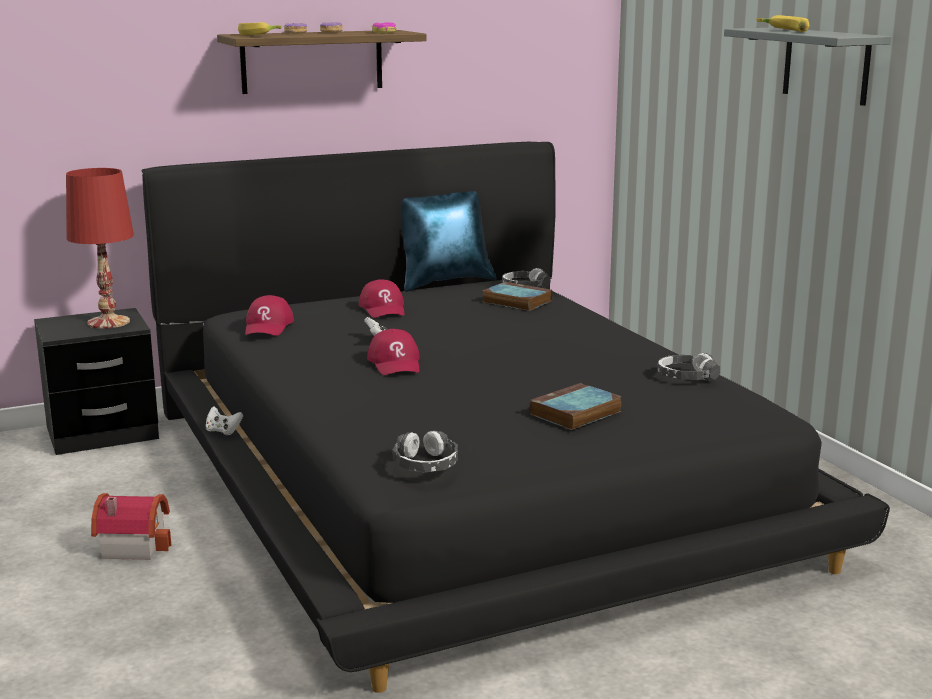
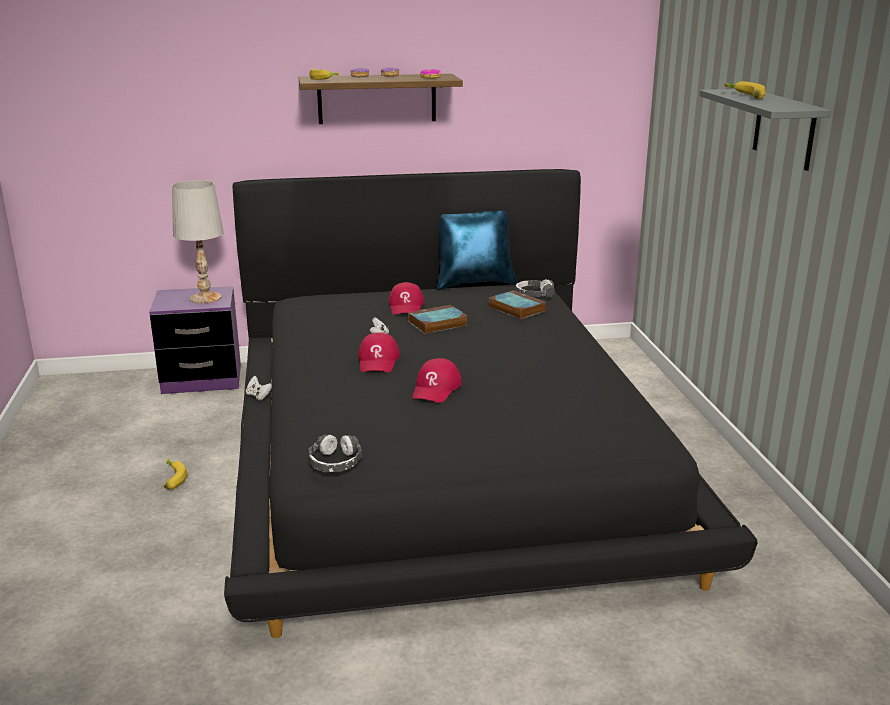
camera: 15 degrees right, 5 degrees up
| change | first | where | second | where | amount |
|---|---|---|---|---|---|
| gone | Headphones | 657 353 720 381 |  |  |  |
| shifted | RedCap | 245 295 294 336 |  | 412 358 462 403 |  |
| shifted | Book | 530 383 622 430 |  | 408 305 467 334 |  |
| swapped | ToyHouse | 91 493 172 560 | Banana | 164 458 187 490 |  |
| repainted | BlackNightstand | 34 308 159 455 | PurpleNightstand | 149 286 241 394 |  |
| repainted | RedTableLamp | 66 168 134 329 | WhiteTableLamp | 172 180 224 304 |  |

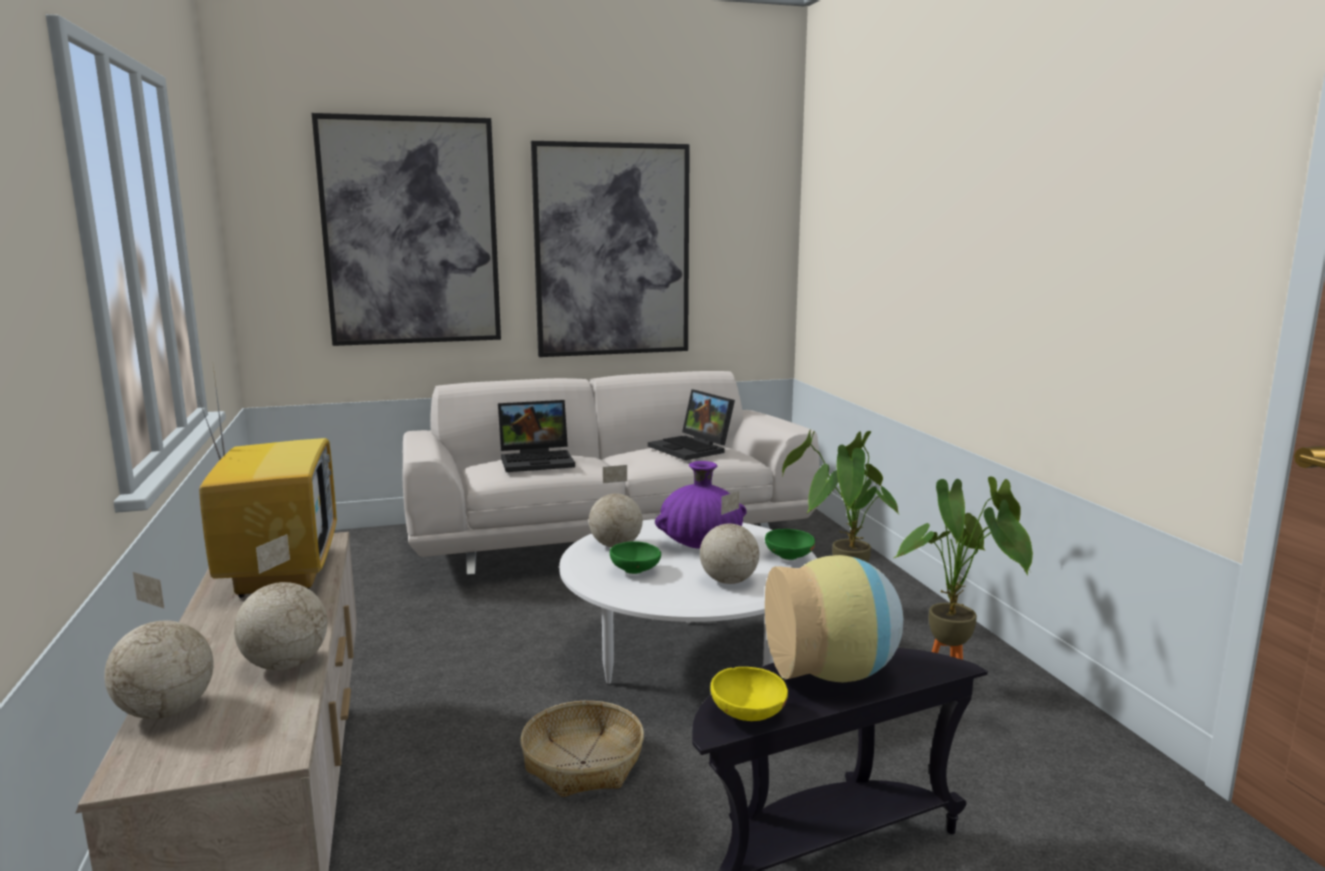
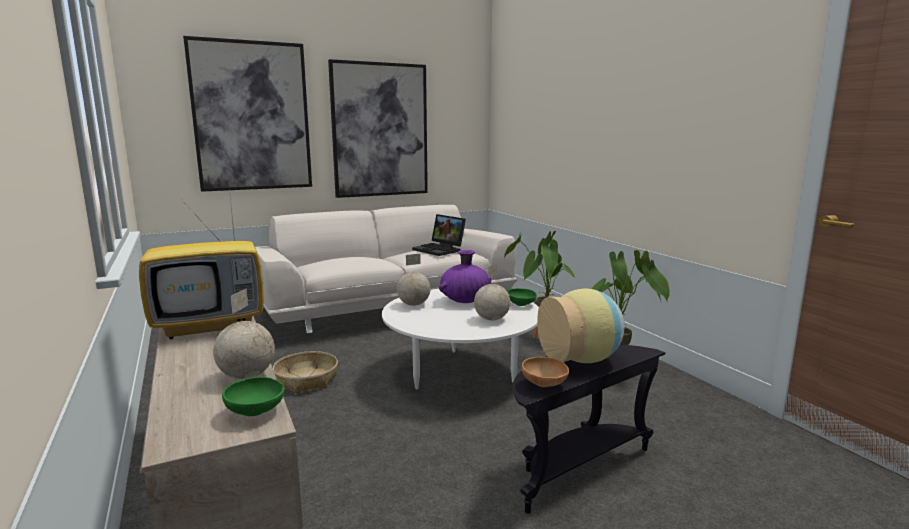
camera: 10 degrees left, 0 degrees up
| change | first | where | second | where | amount |
|---|---|---|---|---|---|
| gone | Globe | 104 572 213 719 |  |  |  |
| gone | Laptop | 498 400 575 472 |  |  |  |
| shifted | Basket | 520 701 644 797 |  | 273 351 338 393 |  |
| shifted | GreenBowl | 610 541 661 574 |  | 222 377 285 416 |  |
| repainted | YellowBowl | 710 667 788 721 | BrownBowl | 522 357 569 387 |  |
| rotated | Television | 198 367 337 598 |  | 139 188 264 339 | 90 degrees clockwise |

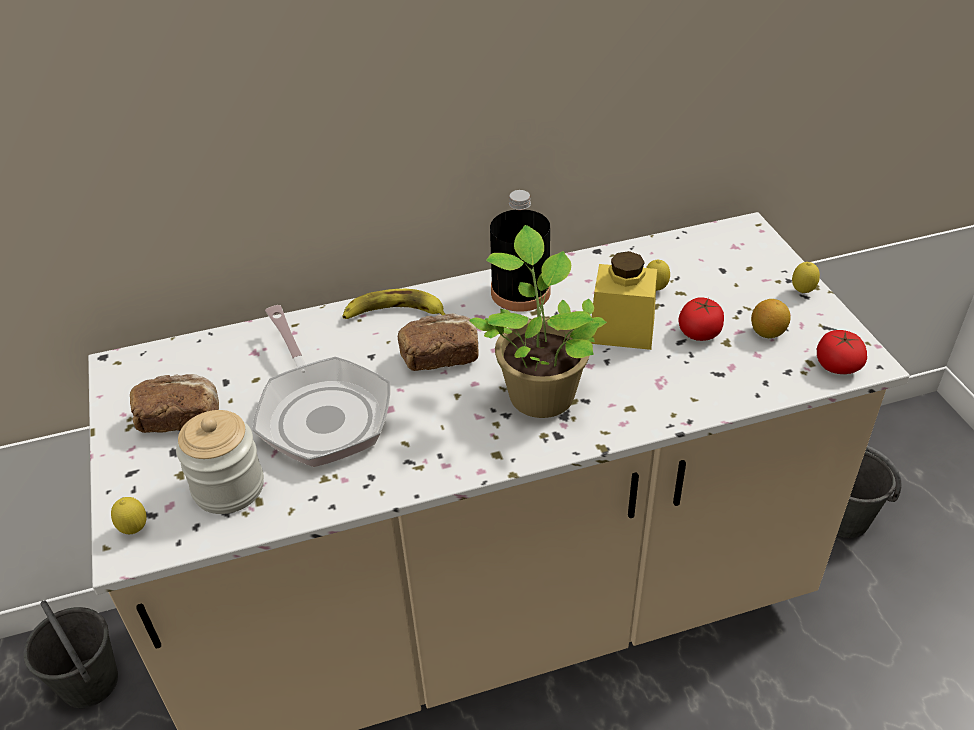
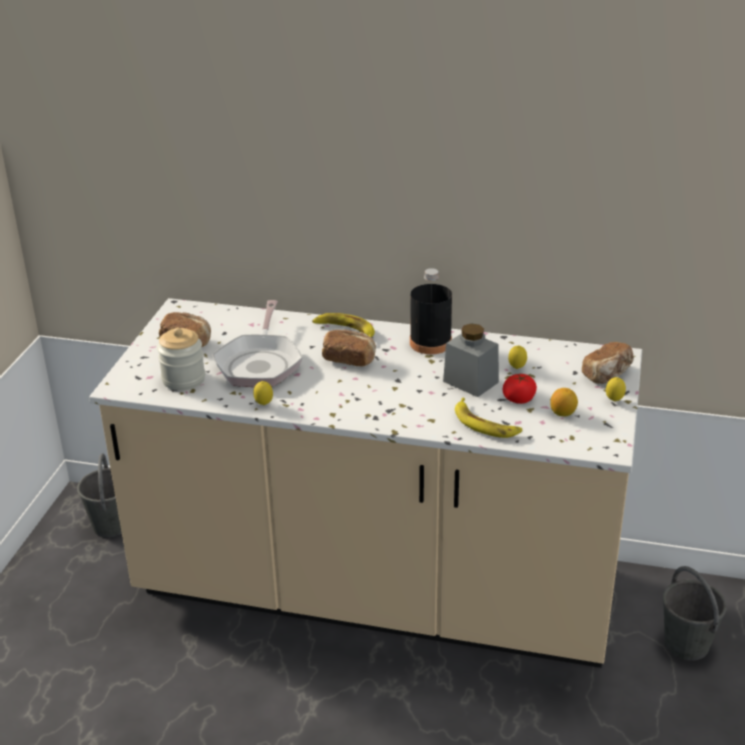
camera: 30 degrees right, 10 degrees down
| change | first | where | second | where | amount |
|---|---|---|---|---|---|
| gone | PottedPlant | 469 225 607 418 |  |  |  |
| gone | Tomato | 817 330 867 374 |  |  |  |
| new |  |  | Banana | 455 398 523 438 |  |
| new |  |  | Bread | 582 342 634 384 |  |
| shifted | Lemon | 111 497 147 534 |  | 253 381 273 405 |  |
| repainted | YellowJar | 591 251 657 350 | GreyJar | 443 323 499 397 |  |

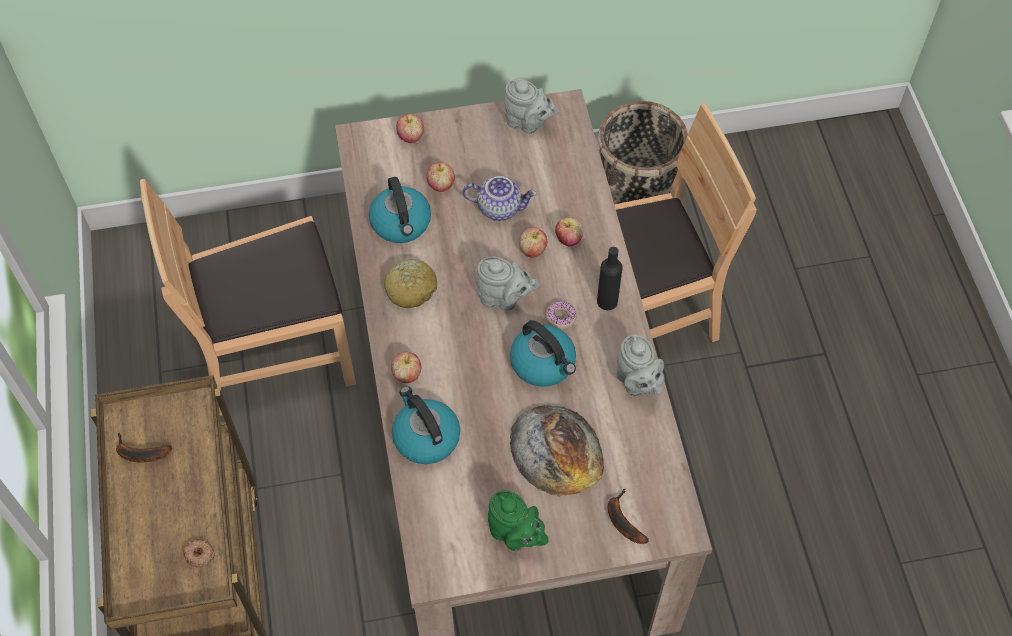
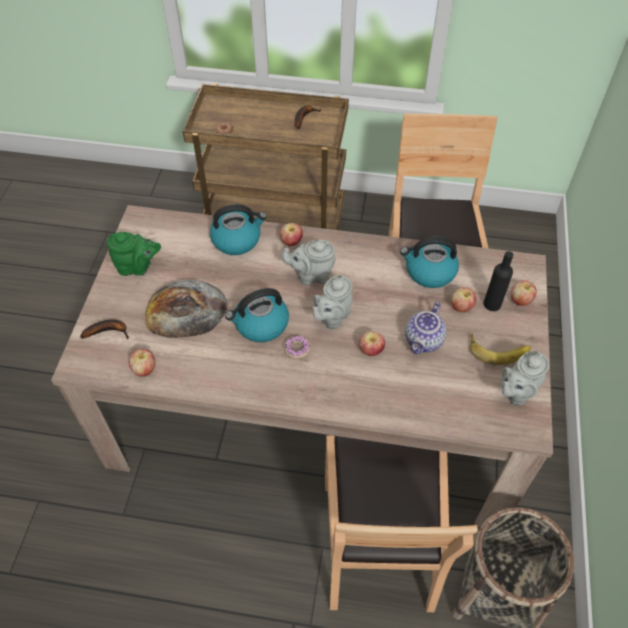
camera: 110 degrees right, 5 degrees down
| change | first | where | second | where | amount |
|---|---|---|---|---|---|
| gone | Bread | 384 259 437 308 |  |  |  |
| new |  |  | Banana | 470 333 530 365 |  |
| shifted | Apple | 555 217 584 246 |  | 128 349 155 377 |  |
| shifted | BlackBottle | 597 247 623 310 |  | 483 251 513 311 |  |
| shifted | GreyTeapot | 616 335 664 396 |  | 282 240 336 285 |  |
| rotated | GreenTeapot | 488 490 549 551 |  | 107 232 161 276 | 150 degrees counterclockwise |

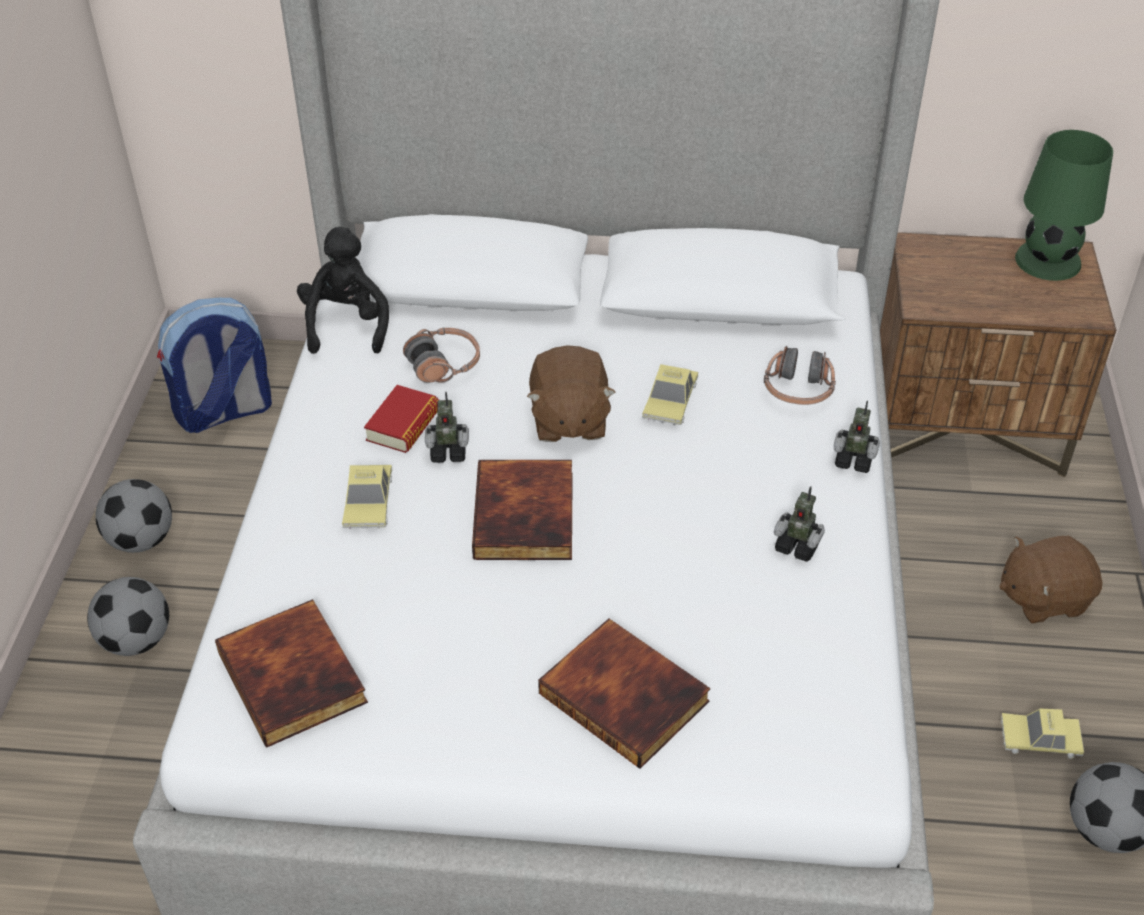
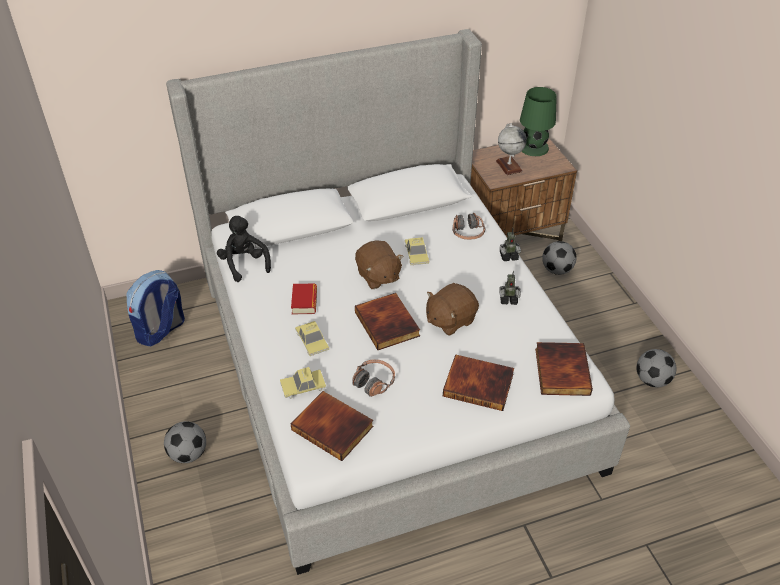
camera: 25 degrees left, 0 degrees up
| change | first | where | second | where | amount |
|---|---|---|---|---|---|
| gone | ToyRobot | 425 392 469 463 |  |  |  |
| new |  |  | Globe | 496 123 527 175 |  |
| new |  |  | Book | 535 342 593 396 |  |
| shifted | Football | 96 479 172 553 |  | 542 241 577 275 |  |
| shifted | Headphones | 403 327 480 383 |  | 352 359 395 397 |  |
| shifted | BrownPlushToy | 999 536 1102 624 |  | 426 283 479 336 |  |
| shifted | ToyCar | 1001 708 1084 759 |  | 280 367 326 399 |  |

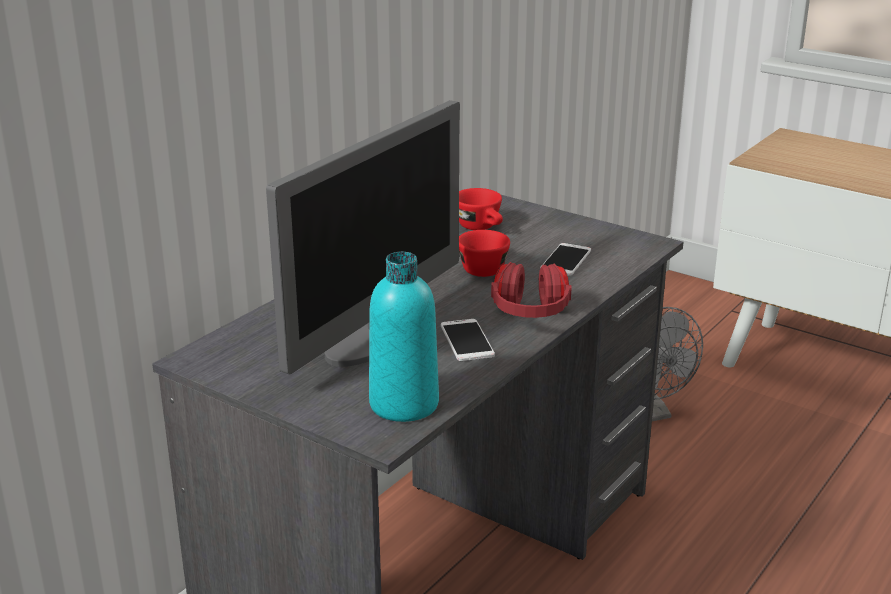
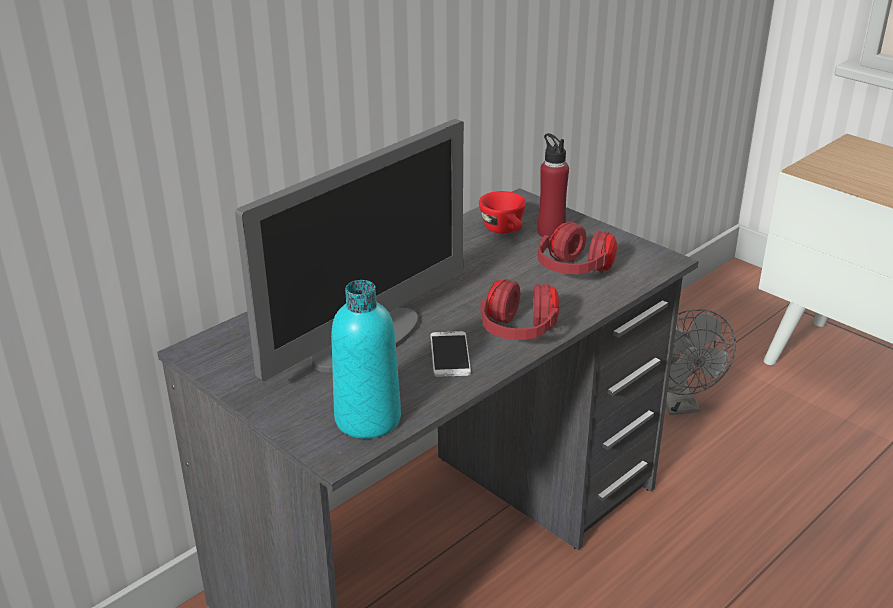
camera: 10 degrees right, 5 degrees up
| change | first | where | second | where | amount |
|---|---|---|---|---|---|
| gone | RedCup | 459 230 510 277 |  |  |  |
| new |  |  | RedBottle | 538 133 569 239 |  |
| swapped | Phone | 540 243 591 276 | RedHeadphones | 538 222 617 274 |  |

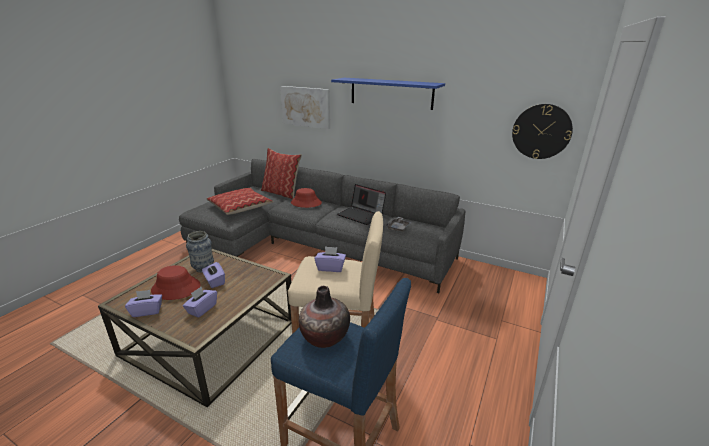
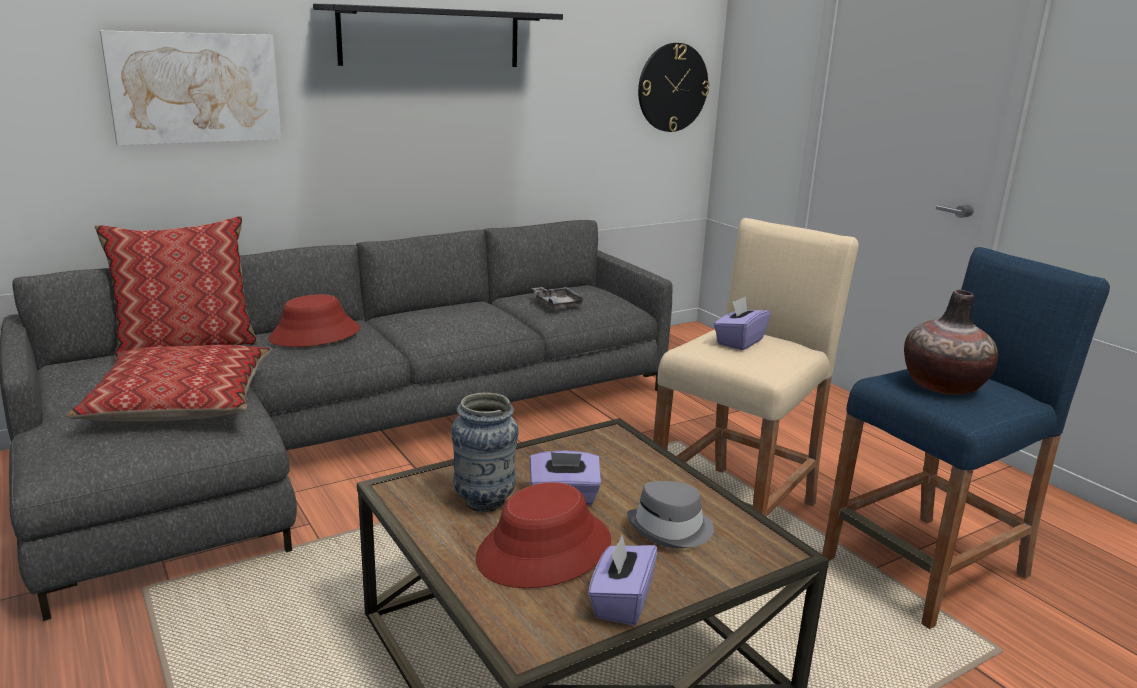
camera: 60 degrees left, 5 degrees down
| change | first | where | second | where | amount |
|---|---|---|---|---|---|
| gone | Laptop | 337 184 386 225 |  |  |  |
| swapped | PurpleTissueBox | 183 287 217 318 | GreyHat | 627 481 714 548 |  |
| repainted | BlueShelf | 331 78 445 110 | BlackShelf | 313 4 563 67 |  |

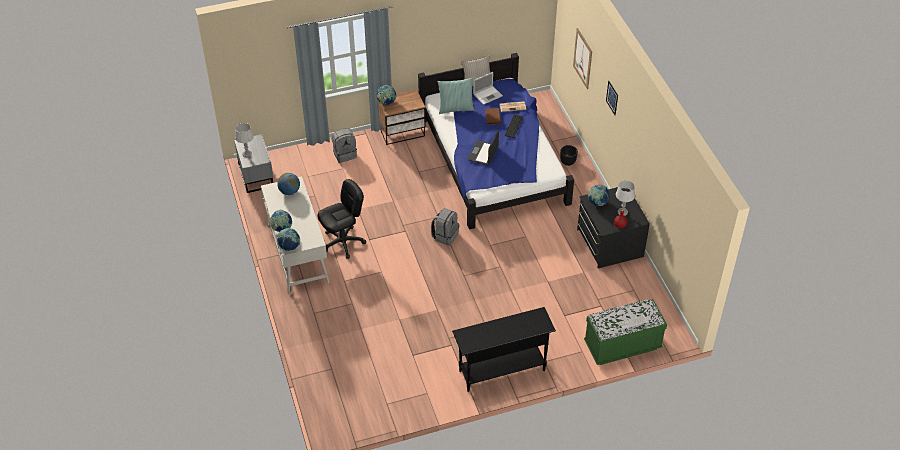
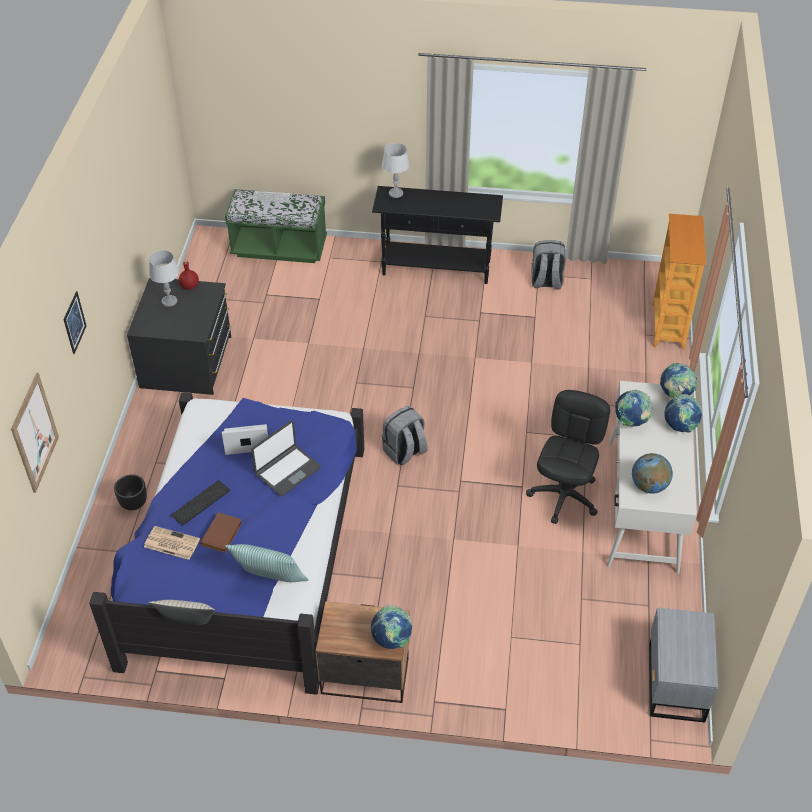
camera: 155 degrees left, 0 degrees up
| change | first | where | second | where | amount |
|---|---|---|---|---|---|
| new |  |  | Bookcase | 652 214 706 350 |  |
| shifted | GreyTableLamp | 235 123 254 157 |  | 382 143 410 198 |  |
| shifted | GreyBackpack | 332 128 357 163 |  | 531 240 566 290 |  |
| shifted | Laptop | 473 72 503 105 |  | 222 424 268 455 |  |
| shifted | Globe | 588 185 610 206 |  | 615 390 653 426 |  |
| rotated | BlackOfficeChair | 318 179 366 259 |  | 526 390 610 524 | 120 degrees clockwise |

